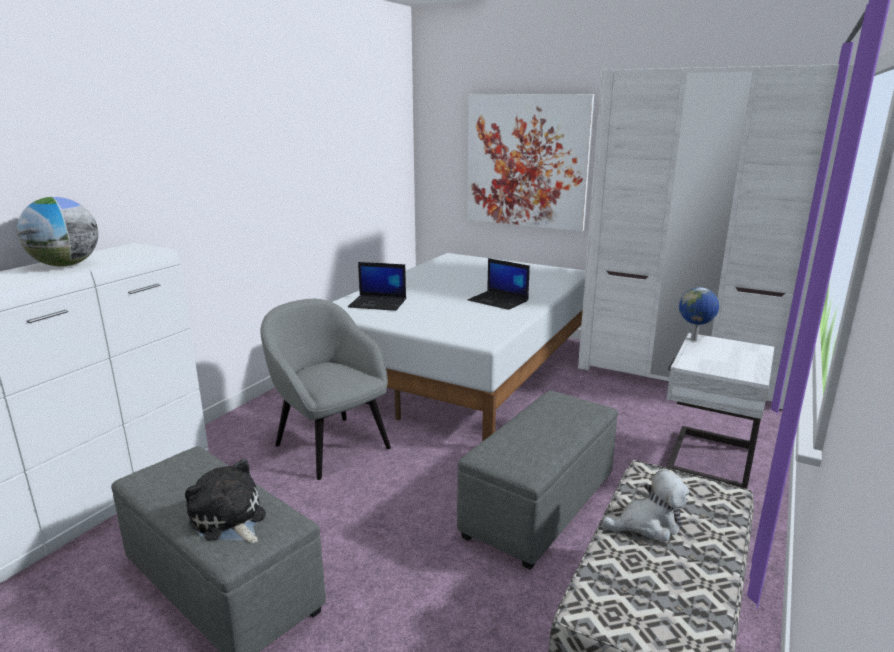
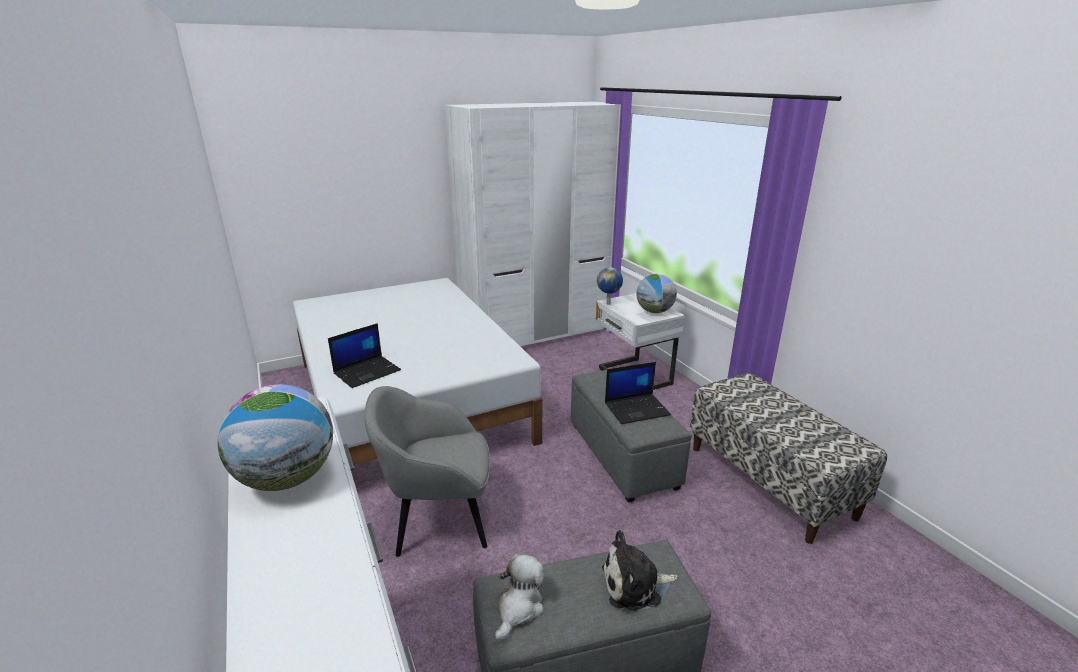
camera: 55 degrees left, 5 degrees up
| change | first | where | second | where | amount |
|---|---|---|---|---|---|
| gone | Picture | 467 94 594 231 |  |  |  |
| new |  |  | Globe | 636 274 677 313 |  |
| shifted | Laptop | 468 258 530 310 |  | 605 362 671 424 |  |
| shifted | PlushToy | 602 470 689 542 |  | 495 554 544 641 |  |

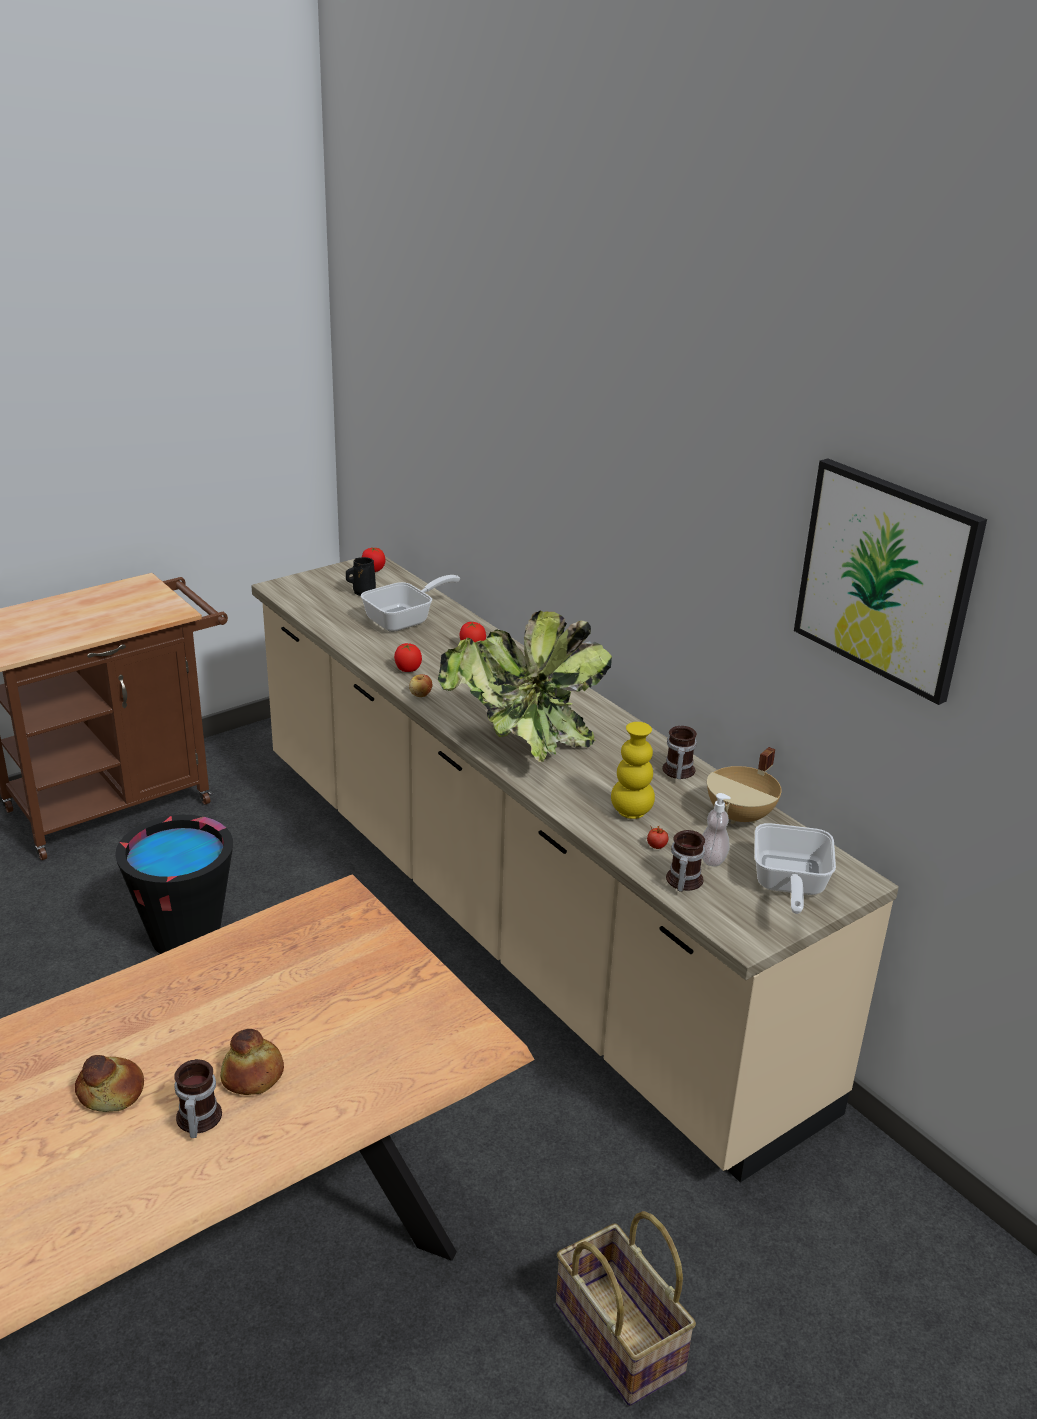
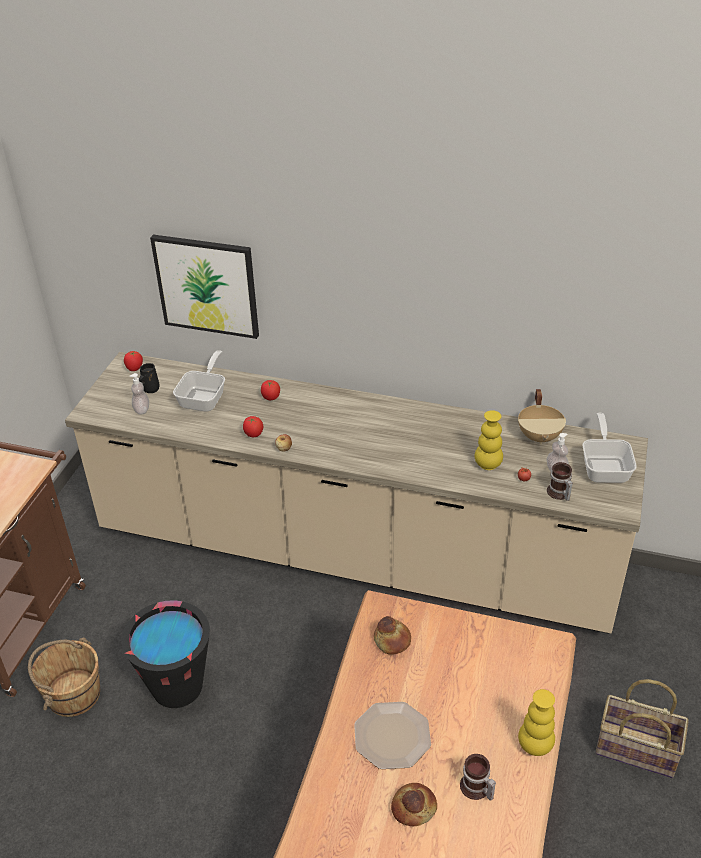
camera: 35 degrees left, 10 degrees up
| change | first | where | second | where | amount |
|---|---|---|---|---|---|
| gone | PottedPlant | 438 611 612 762 |  |  |  |
| gone | Mug | 662 726 697 779 |  |  |  |
| new |  |  | BrownBucket | 28 637 100 717 |  |
| new |  |  | SoapDispenser | 129 373 149 414 |  |
| new |  |  | Plate | 354 702 431 769 |  |
| new |  |  | YellowVase | 518 689 555 756 |  |
| shifted | Bread | 220 1029 284 1095 |  | 374 616 411 655 |  |
| shifted | Picture | 794 458 987 705 |  | 150 235 259 339 |  |
| rotated | FryingPan | 754 823 836 914 |  | 583 413 637 483 | 150 degrees counterclockwise |

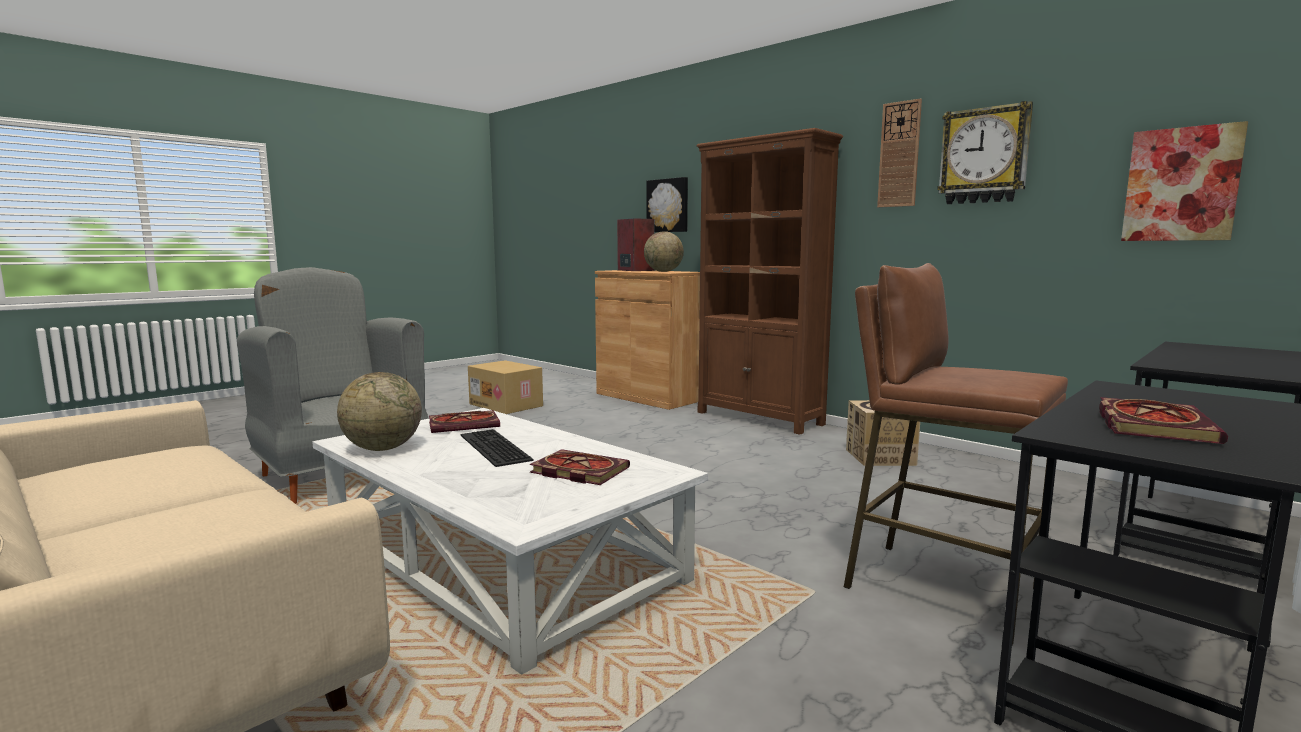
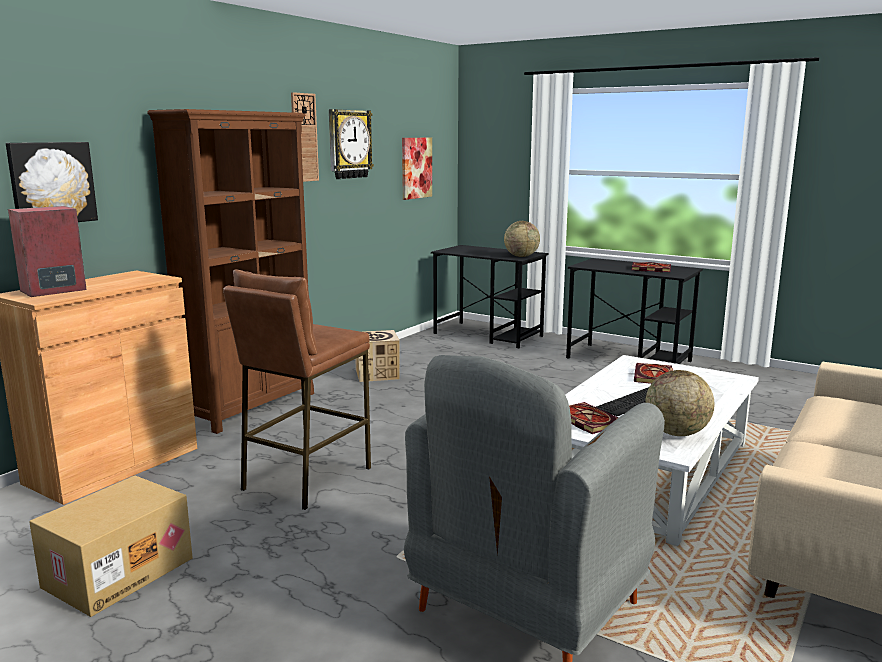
camera: 100 degrees left, 5 degrees up
| change | first | where | second | where | amount |
|---|---|---|---|---|---|
| shifted | Globe | 644 231 684 272 |  | 504 221 540 257 |  |
| shifted | BrownStool | 844 263 1068 645 |  | 223 269 371 510 |  |

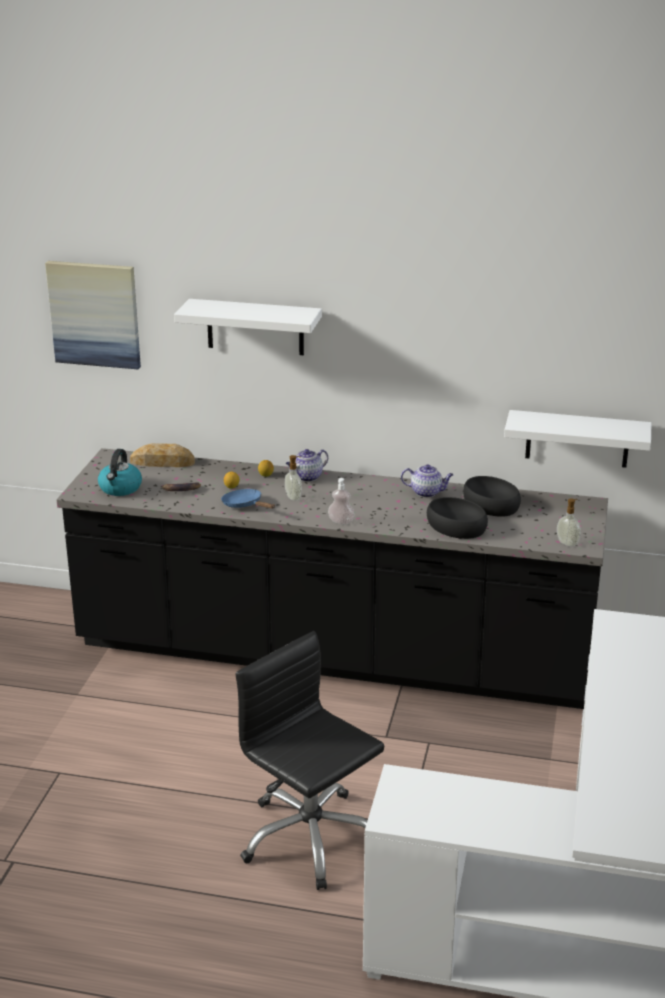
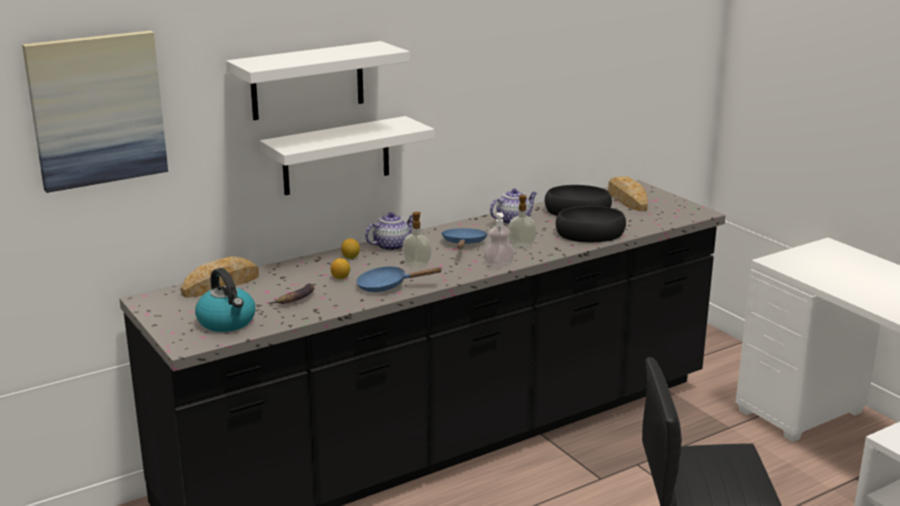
camera: 45 degrees left, 5 degrees down
| change | first | where | second | where | amount |
|---|---|---|---|---|---|
| new |  |  | BlueFryingPan | 441 228 488 249 |  |
| new |  |  | Bread | 608 176 648 211 |  |
| shifted | WhiteShelf | 504 410 651 468 |  | 260 116 434 195 |  |
| shifted | SoapDispenser | 557 498 581 547 |  | 508 195 537 247 |  |
| rotated | Teapot | 286 449 328 482 |  | 365 212 413 251 | 135 degrees counterclockwise |

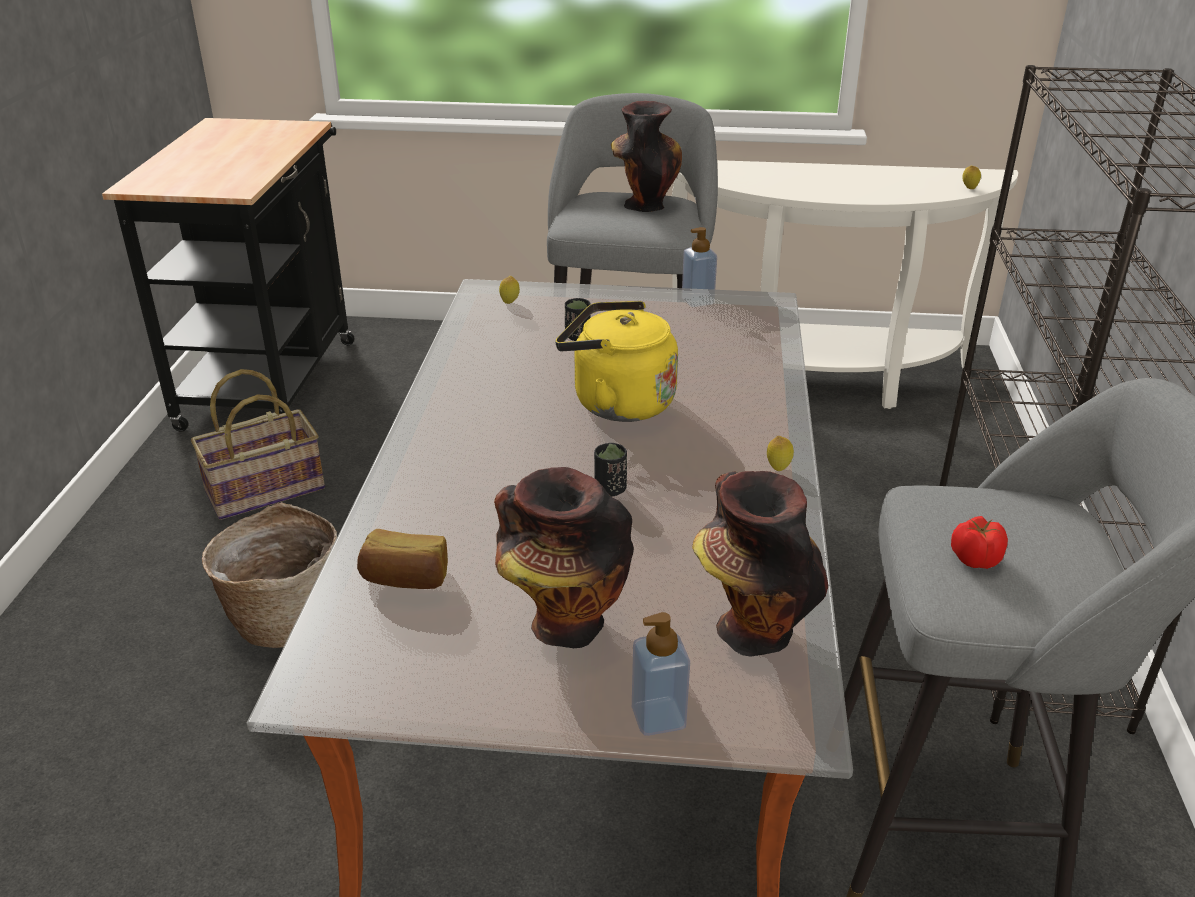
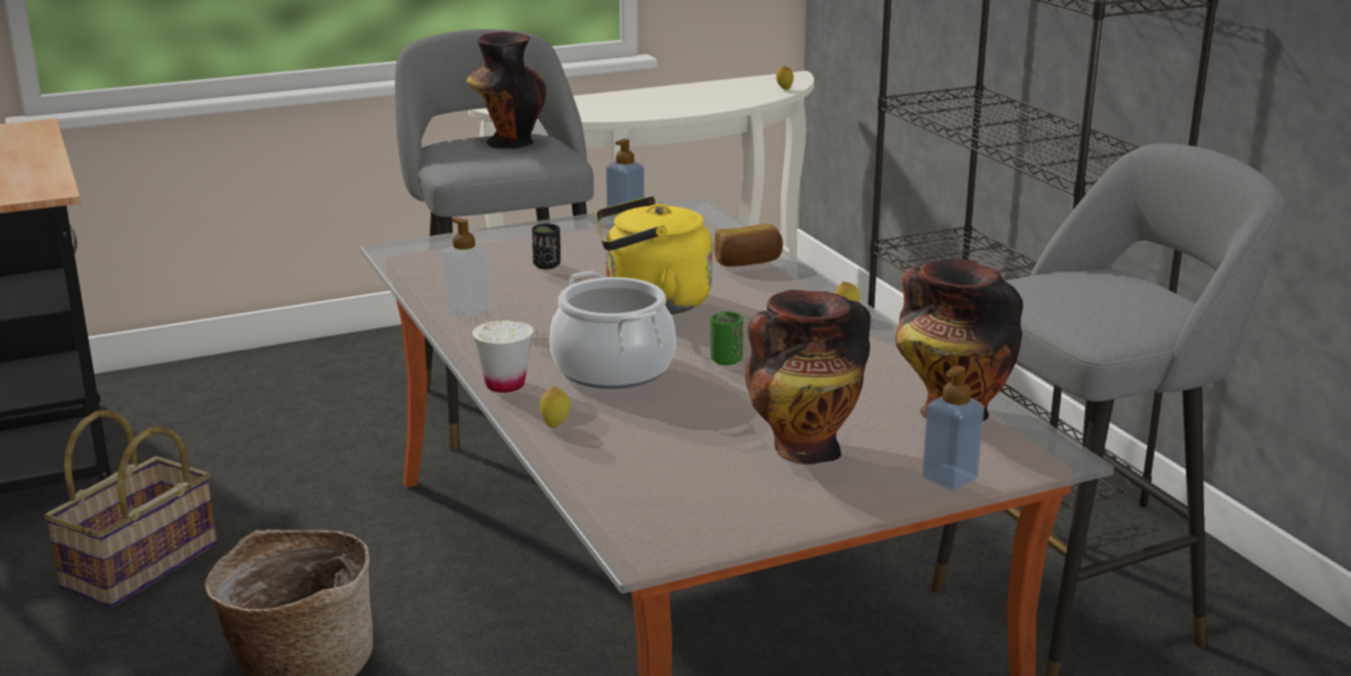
camera: 30 degrees left, 10 degrees down
| change | first | where | second | where | amount |
|---|---|---|---|---|---|
| gone | Tomato | 951 516 1008 569 |  |  |  |
| new |  |  | SoapDispenser | 442 217 490 319 |  |
| new |  |  | WhiteCup | 472 320 533 393 |  |
| new |  |  | CookingPot | 549 271 676 389 |  |
| shifted | Bread | 357 529 448 589 |  | 715 224 783 267 |  |
| shifted | Lemon | 499 276 520 304 |  | 540 386 570 428 |  |
| repainted | BlackCup | 594 443 627 497 | GreenCup | 711 312 743 365 |  |

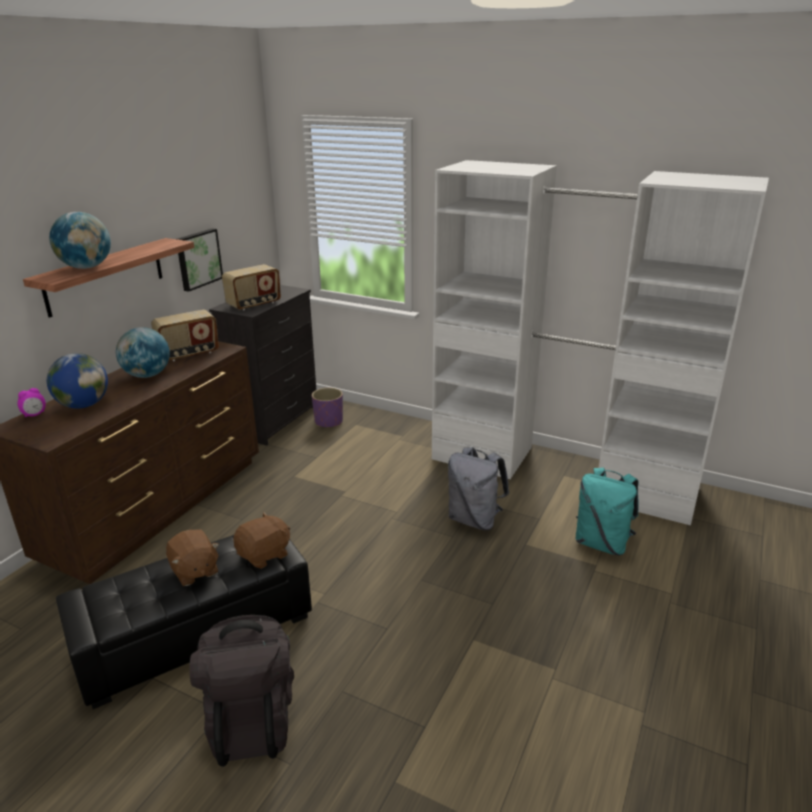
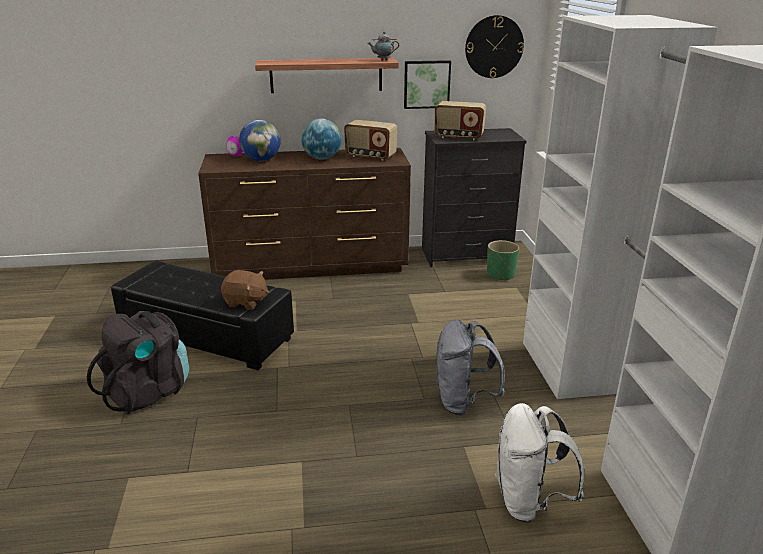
camera: 55 degrees right, 0 degrees up
| change | first | where | second | where | amount |
|---|---|---|---|---|---|
| gone | Globe | 49 212 111 269 |  |  |  |
| gone | BrownPlushToy | 166 529 219 586 |  |  |  |
| new |  |  | Teapot | 368 32 399 61 |  |
| new |  |  | WallClock | 465 15 524 78 |  |
| repainted | PurplePlanter | 312 388 343 427 | GreenPlanter | 487 240 519 281 |  |
| repainted | TurquoiseBackpack | 575 468 639 555 | WhiteBackpack | 495 403 584 523 |  |

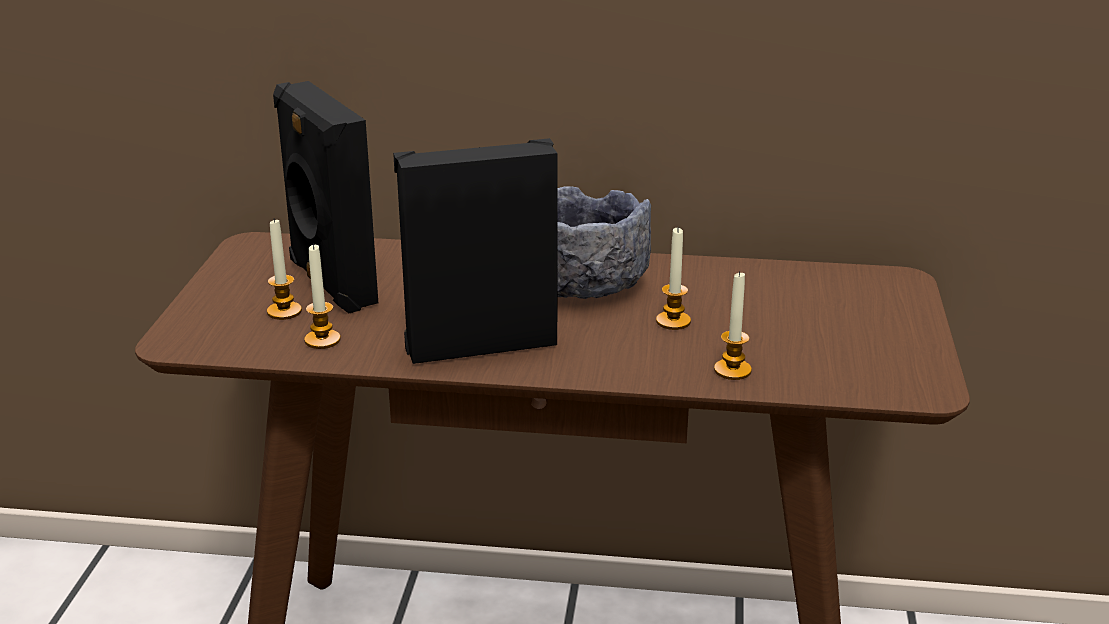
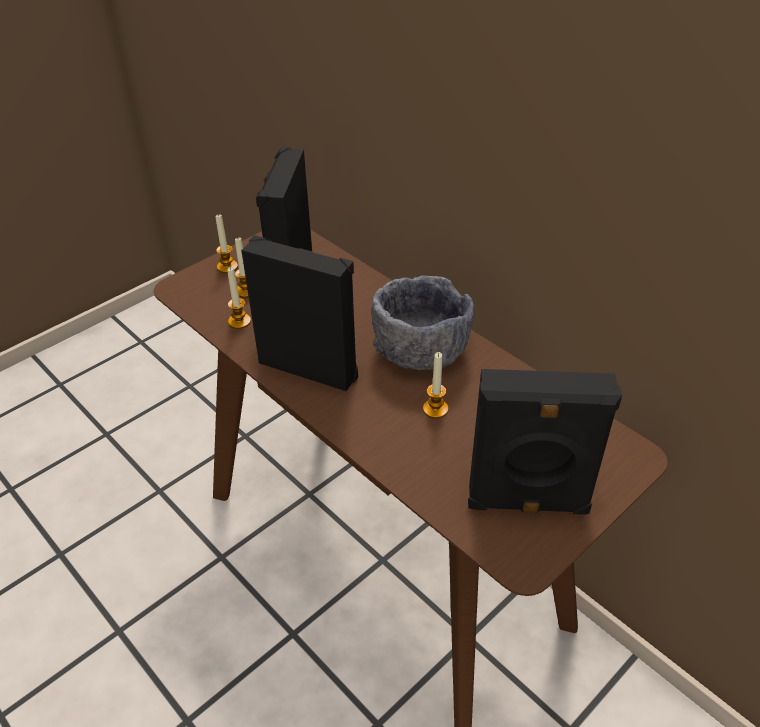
camera: 40 degrees right, 15 degrees up
| change | first | where | second | where | amount |
|---|---|---|---|---|---|
| new |  |  | BlackSpeaker | 468 369 622 515 |  |
| shifted | Candle | 714 271 752 380 |  | 215 214 238 273 |  |

